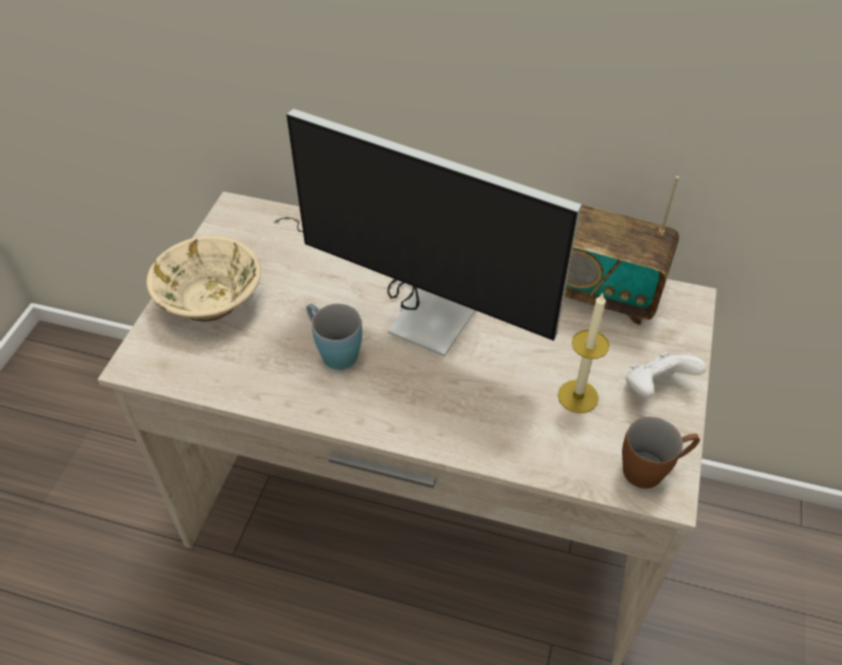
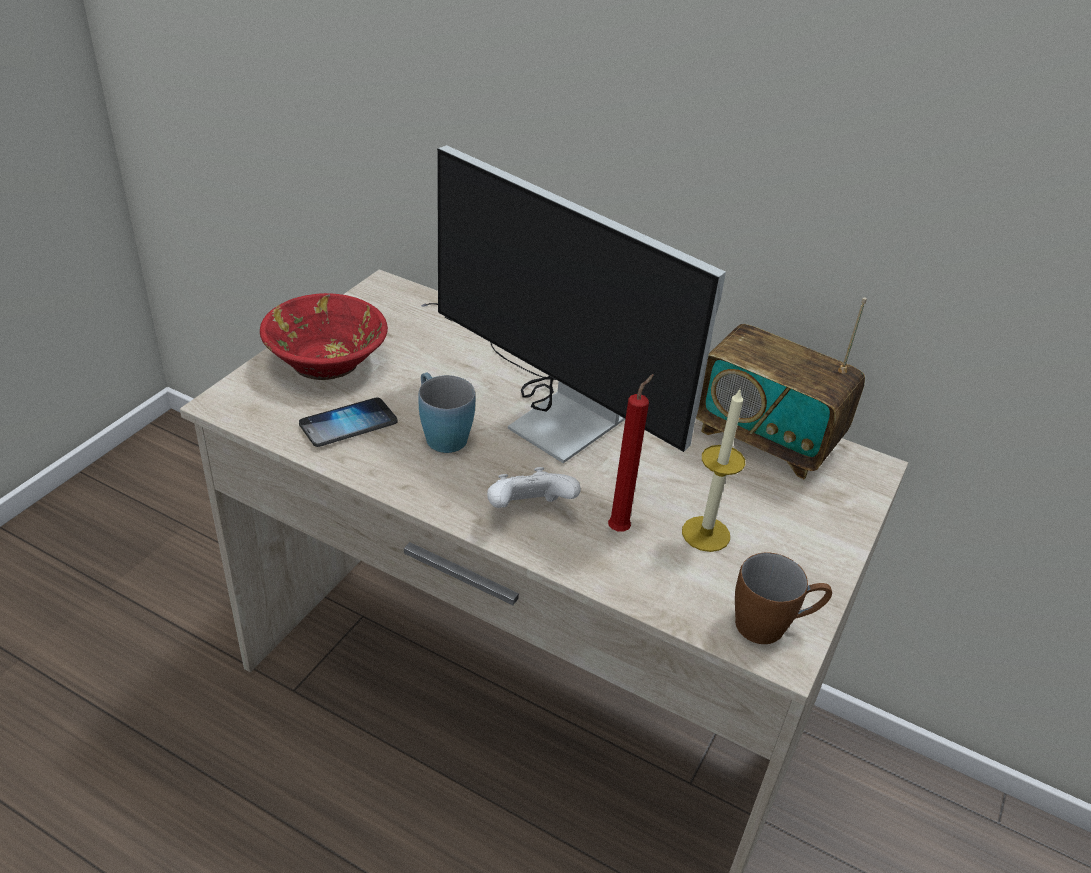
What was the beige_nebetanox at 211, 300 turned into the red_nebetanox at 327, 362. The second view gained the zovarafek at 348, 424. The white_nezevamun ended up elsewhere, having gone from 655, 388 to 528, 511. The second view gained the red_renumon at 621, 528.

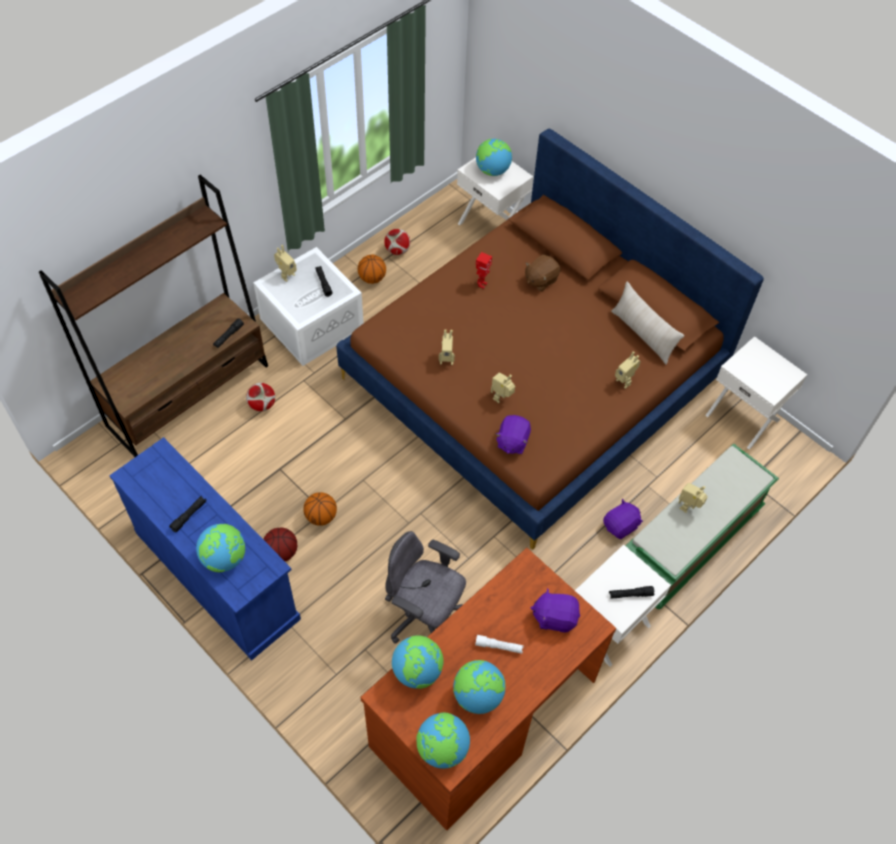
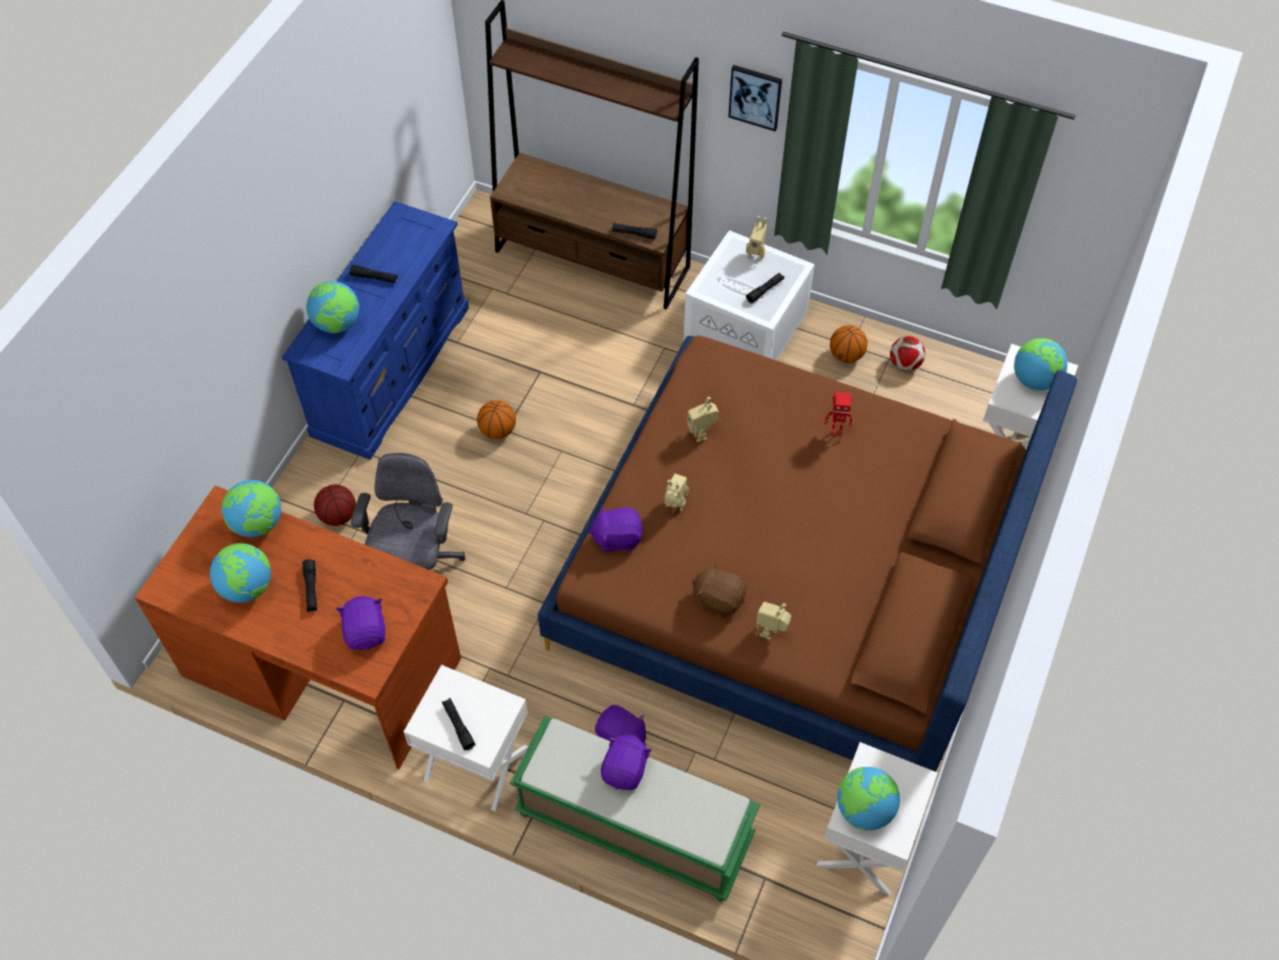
What was the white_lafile at 499, 646 turned into the black_lafile at 311, 589. The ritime ended up elsewhere, having gone from 281, 552 to 338, 515. Where the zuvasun stood at 688, 507, the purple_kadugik came to stand at 625, 770. The brown_kadugik ended up elsewhere, having gone from 540, 280 to 718, 599. The second view gained the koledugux at 755, 96. The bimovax ended up elsewhere, having gone from 442, 749 to 863, 809. The second view lost the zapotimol at 262, 405. The second view lost the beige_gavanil at 643, 334.

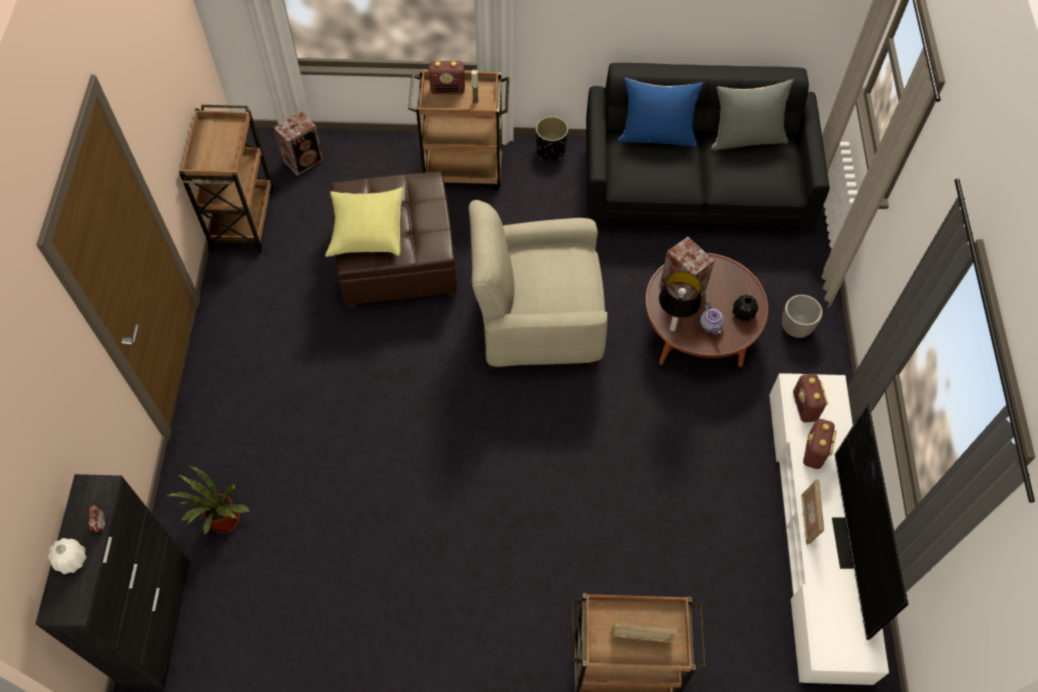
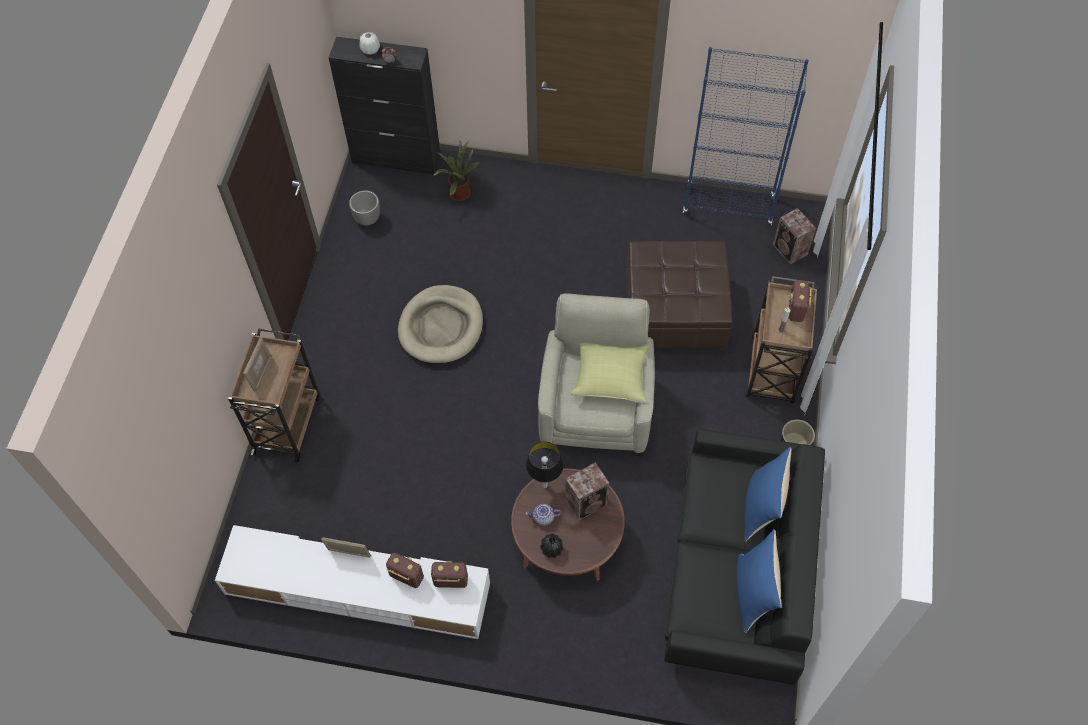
The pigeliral ended up elsewhere, having gone from 795, 328 to 368, 219. The second view gained the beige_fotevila at 441, 327. The yellow_gavanil ended up elsewhere, having gone from 366, 231 to 610, 377. Where the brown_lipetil stood at 242, 218, the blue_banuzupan came to stand at 728, 206. What was the grey_gavanil at 746, 138 turned into the blue_gavanil at 753, 593. The second view lost the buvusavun at 850, 543.

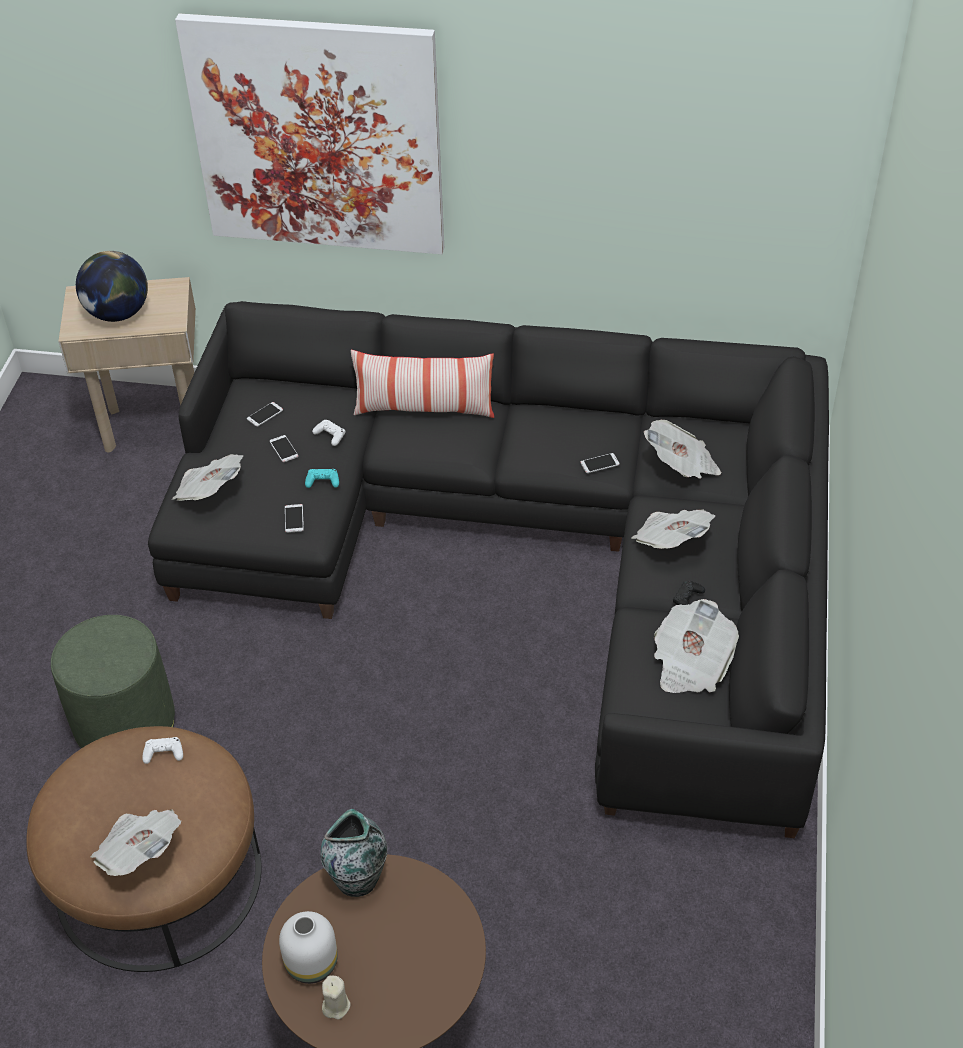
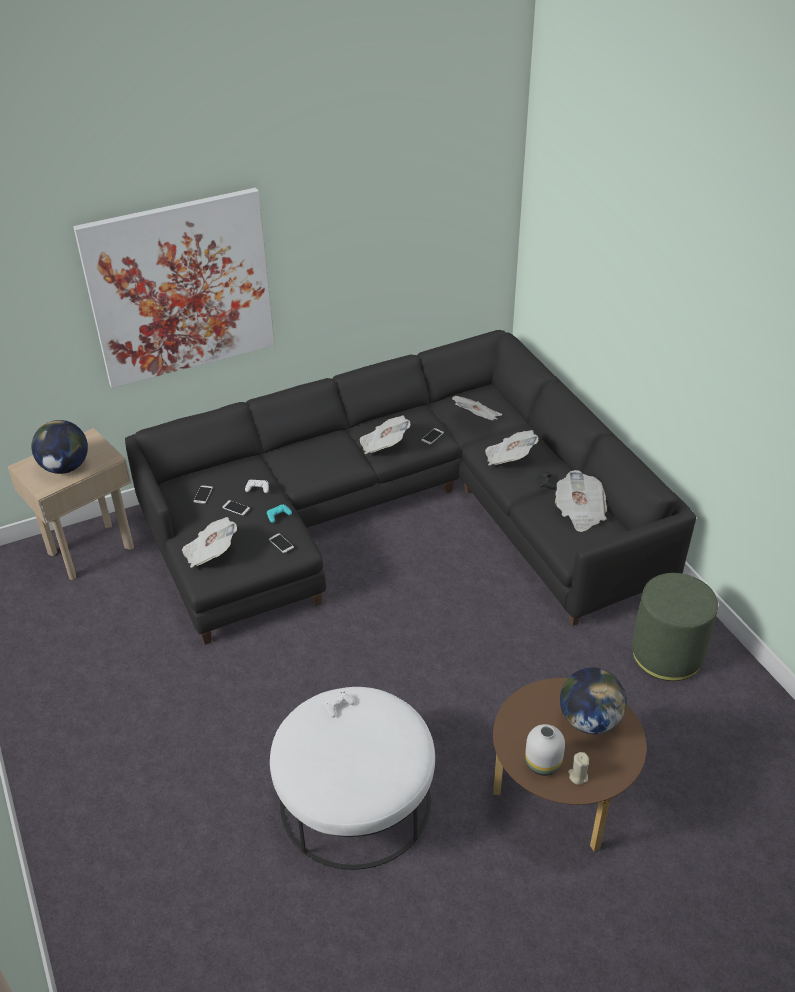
What was the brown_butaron at 158, 877 turned into the white_butaron at 355, 800. The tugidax ended up elsewhere, having gone from 140, 852 to 383, 445. The second view gained the bimovax at 589, 720. The green_butaron ended up elsewhere, having gone from 125, 724 to 667, 653. The second view lost the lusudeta at 358, 878. The second view lost the gavanil at 424, 409.

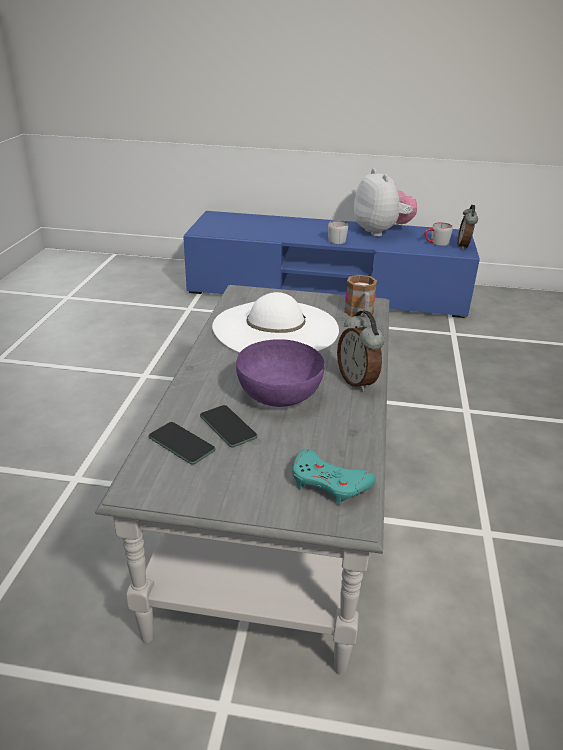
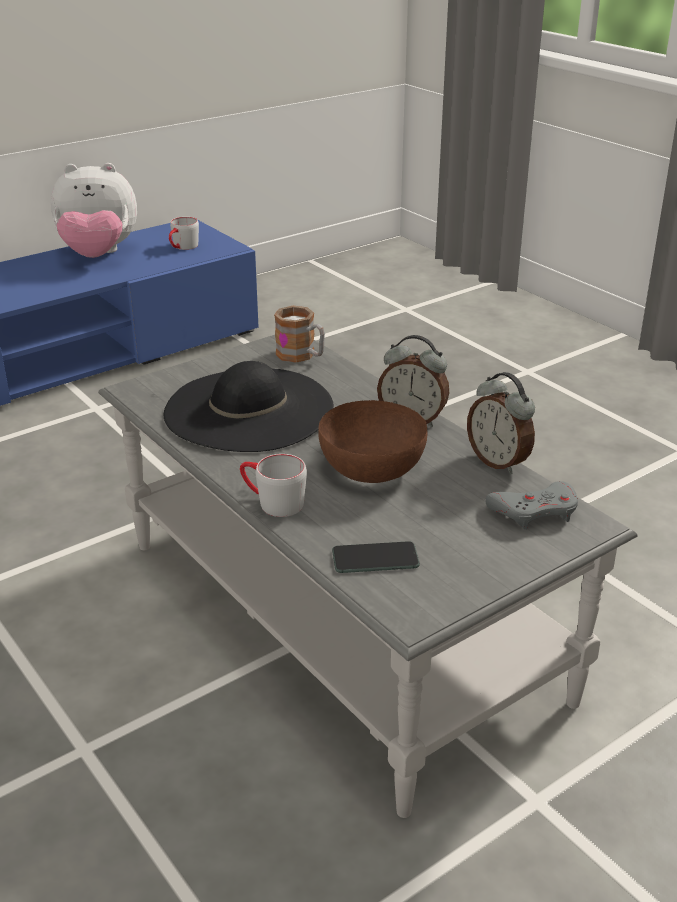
The kadugik at 381, 232 ended up facing another way, 150 degrees clockwise from before. What was the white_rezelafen at 275, 328 turned into the black_rezelafen at 249, 409. The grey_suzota ended up elsewhere, having gone from 335, 239 to 272, 502. What was the purple_nebetanox at 280, 394 turned into the brown_nebetanox at 372, 467. The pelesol ended up elsewhere, having gone from 464, 246 to 498, 462. What was the turquoise_nezevamun at 329, 482 turned into the grey_nezevamun at 535, 511. The second view lost the zovarafek at 228, 426.

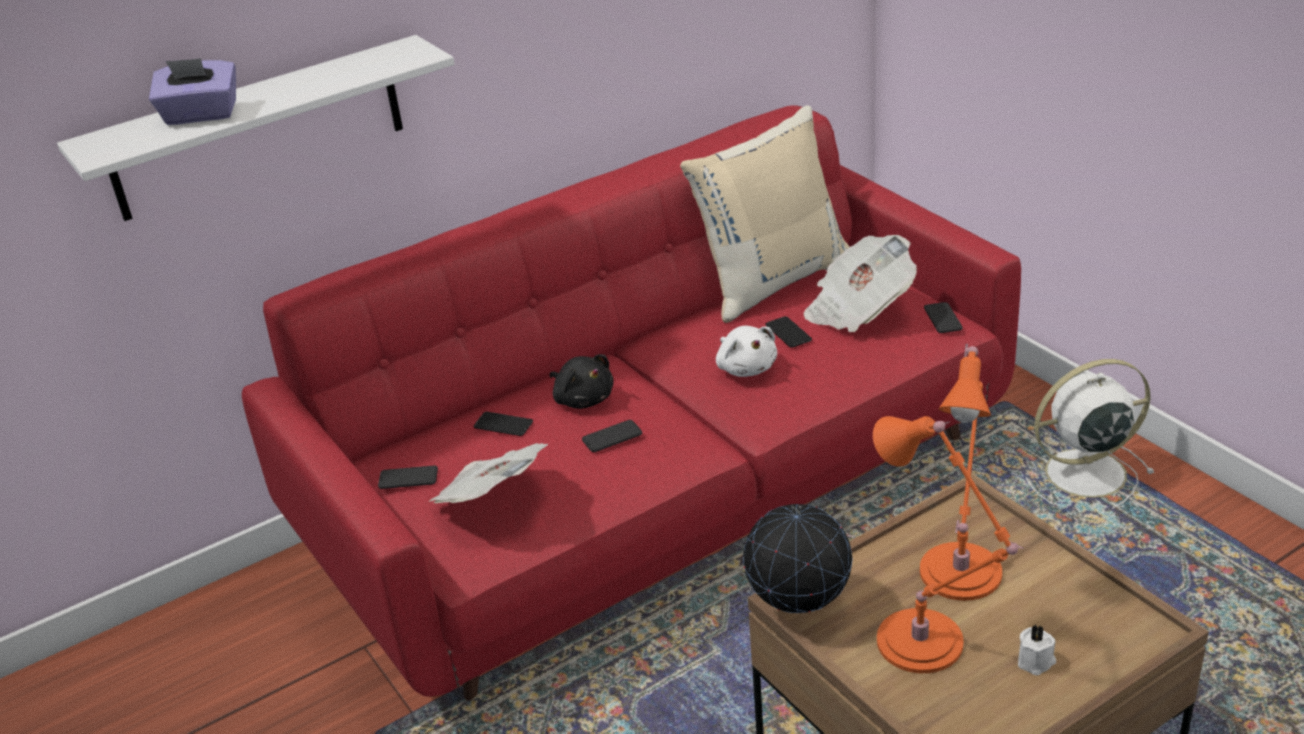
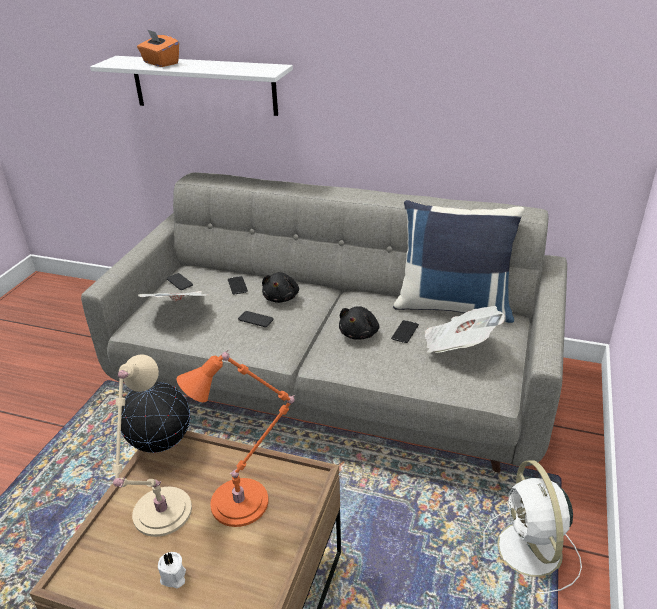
What was the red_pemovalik at 663, 494 turned into the grey_pemovalik at 332, 381. What was the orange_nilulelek at 926, 645 turned into the beige_nilulelek at 160, 516. What was the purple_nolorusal at 201, 115 turned into the orange_nolorusal at 160, 63. What was the white_kadugik at 746, 367 turned into the black_kadugik at 360, 333. What was the beige_gavanil at 772, 280 turned into the blue_gavanil at 453, 305. The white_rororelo at 1081, 475 ended up facing another way, 135 degrees counterclockwise from before. The second view lost the zovarafek at 942, 318.

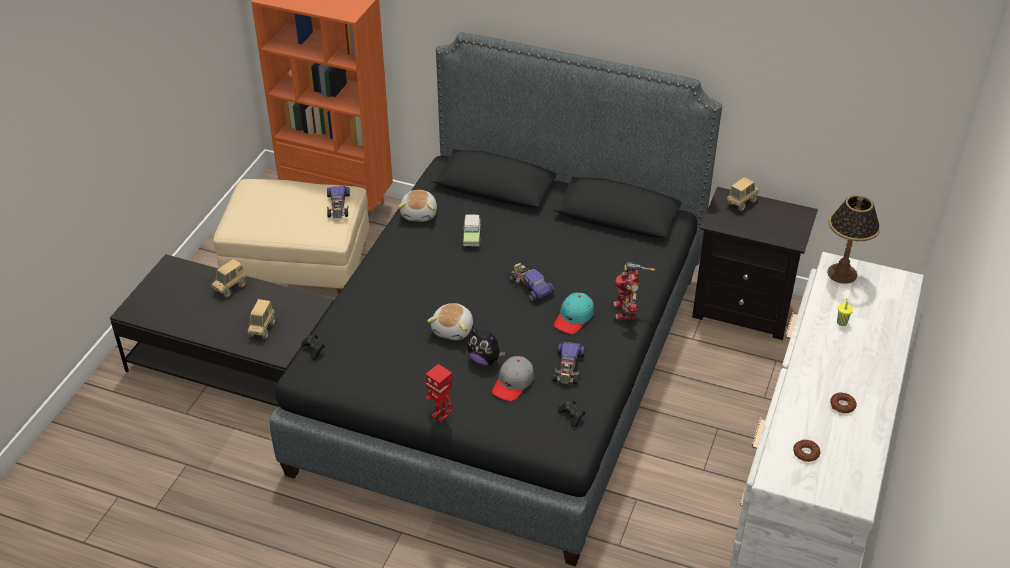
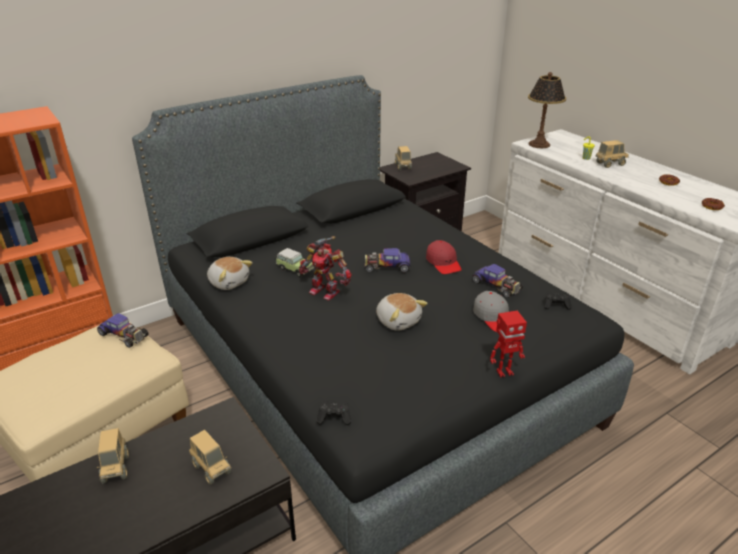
The zuvasun ended up elsewhere, having gone from 626, 310 to 325, 291. What was the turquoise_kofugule at 574, 318 turned into the red_kofugule at 443, 263. The second view gained the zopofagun at 610, 164. The second view lost the kadugik at 485, 359.

